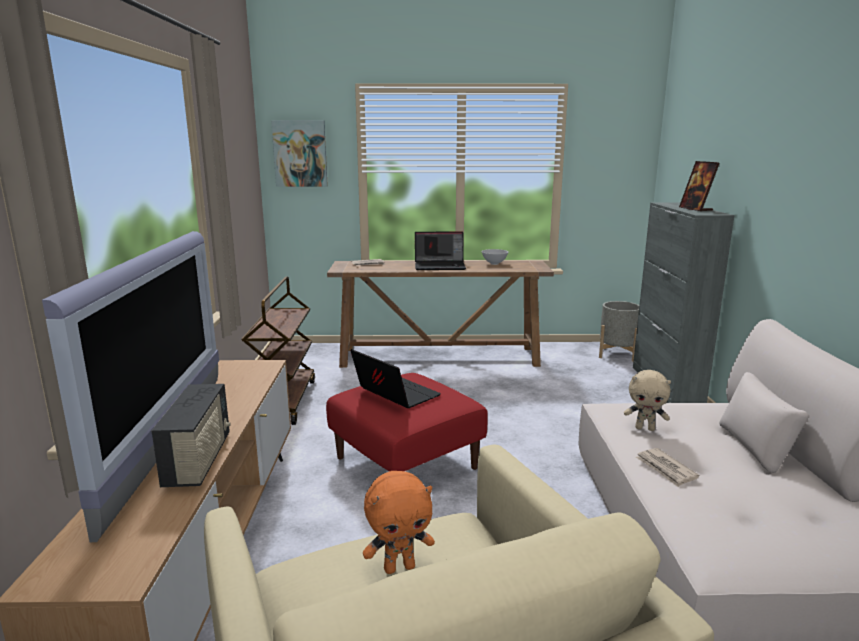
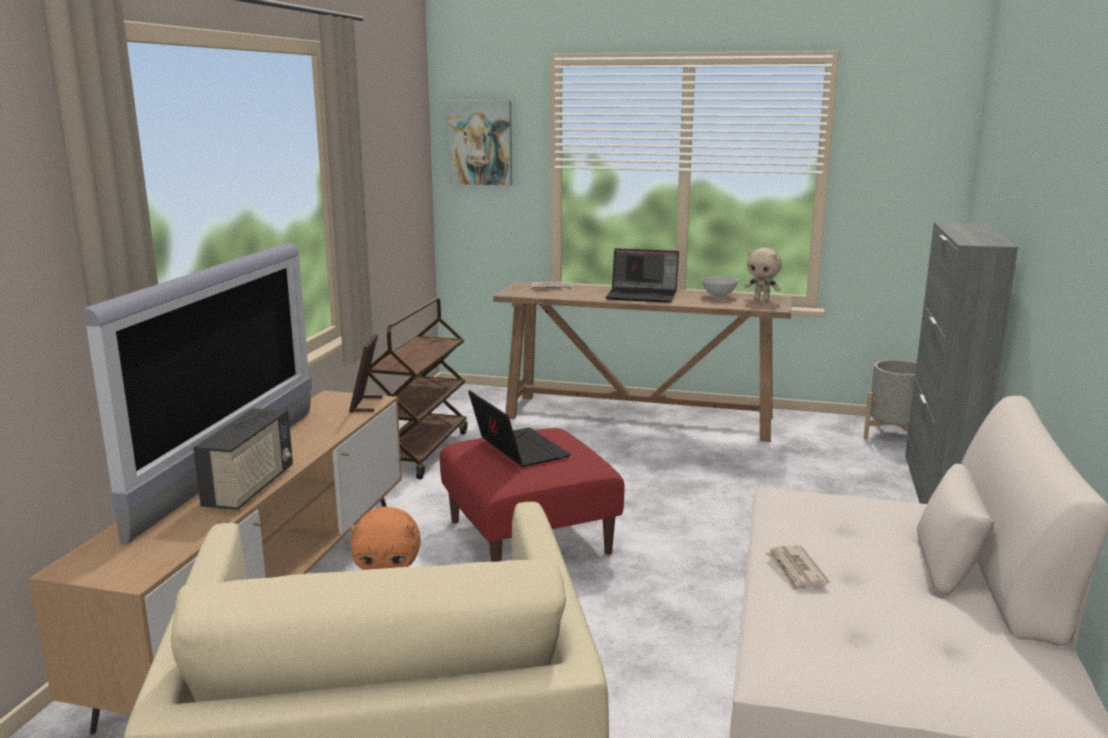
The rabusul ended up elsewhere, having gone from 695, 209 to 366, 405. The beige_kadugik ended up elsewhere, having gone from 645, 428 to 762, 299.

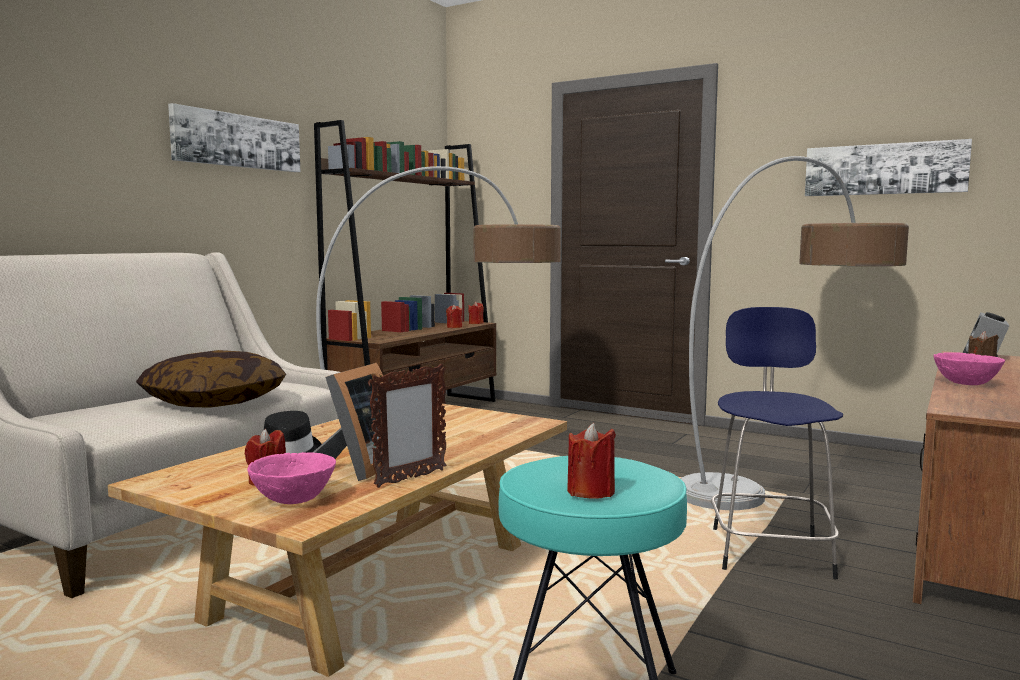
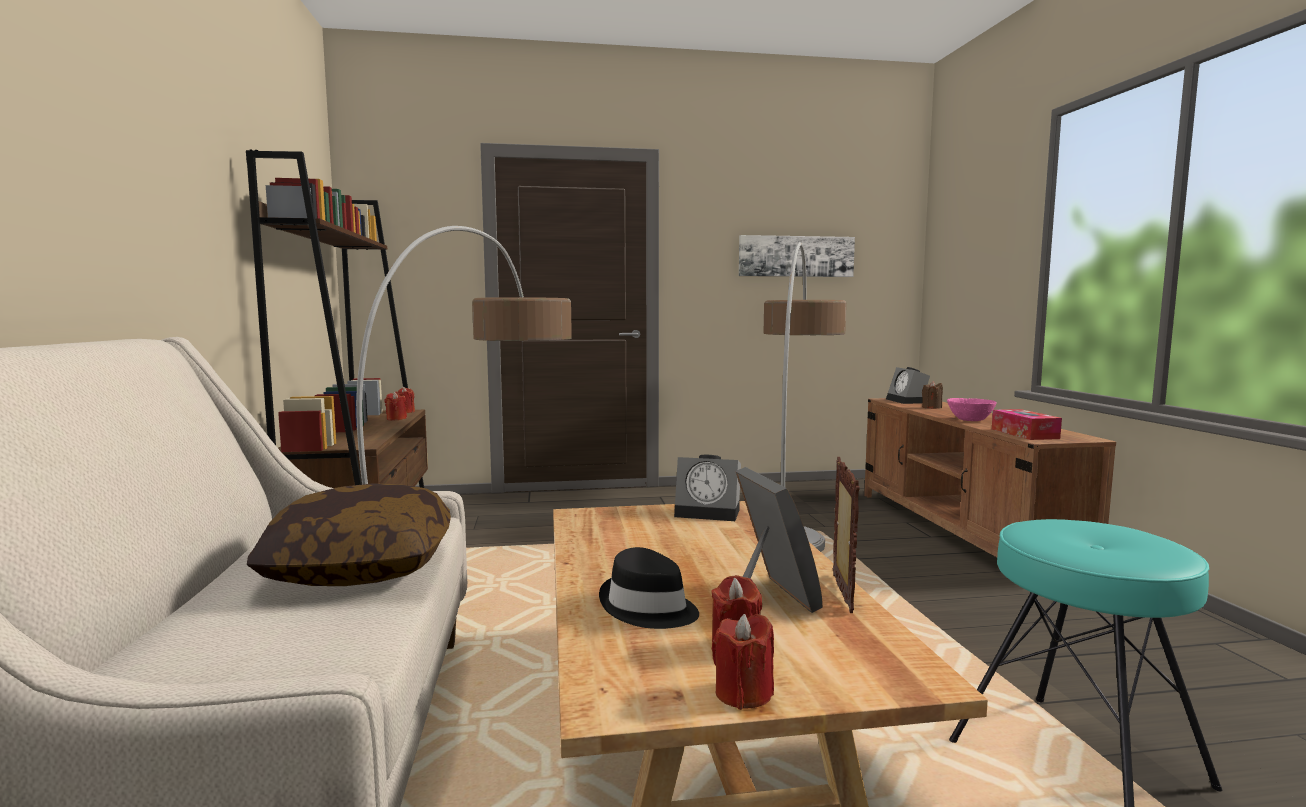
The second view gained the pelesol at 710, 512. The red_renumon ended up elsewhere, having gone from 591, 492 to 743, 694. The second view gained the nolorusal at 1024, 434. The second view lost the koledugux at 237, 141. The second view lost the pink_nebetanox at 293, 499. The second view lost the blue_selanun at 770, 550.

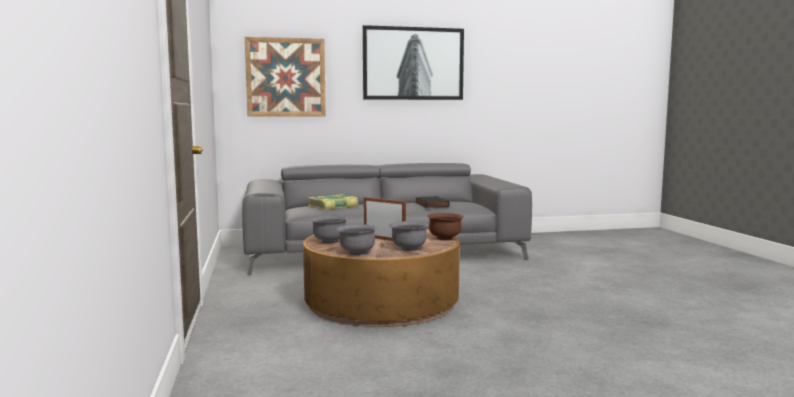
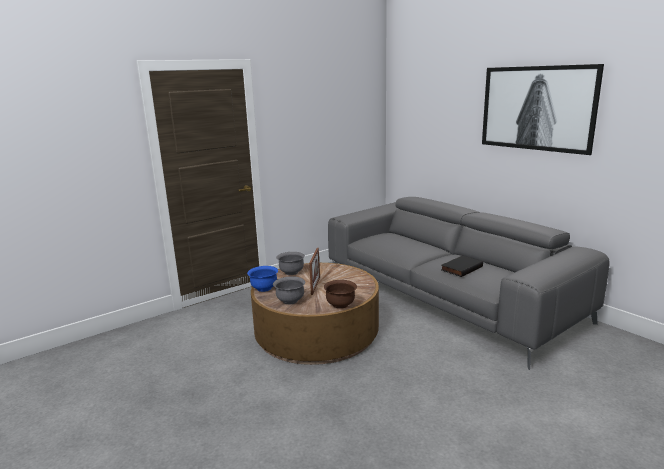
What was the grey_nebetanox at 357, 253 turned into the blue_nebetanox at 264, 288. The second view lost the koledugux at 286, 77. The second view lost the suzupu at 333, 206.

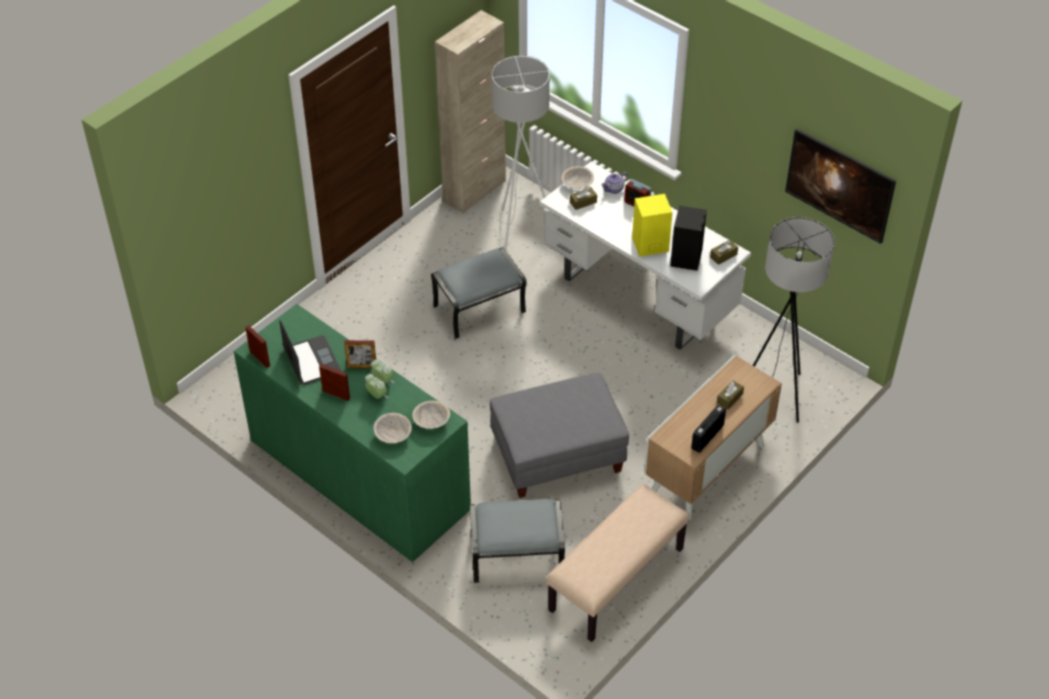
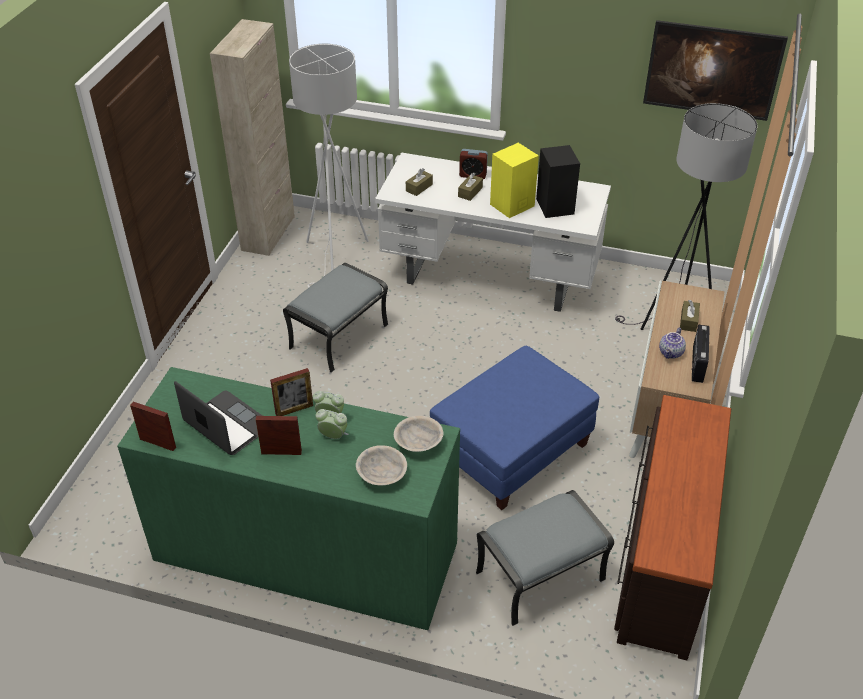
What was the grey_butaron at 558, 455 turned into the blue_butaron at 511, 451. The brown_nolorusal ended up elsewhere, having gone from 723, 256 to 470, 192. Where the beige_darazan stood at 617, 580, the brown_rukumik came to stand at 662, 560. The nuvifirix ended up elsewhere, having gone from 614, 189 to 671, 353. The second view lost the beige_nebetanox at 577, 184.

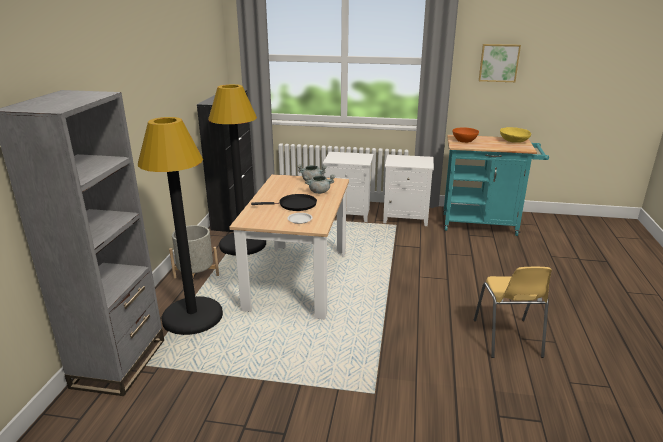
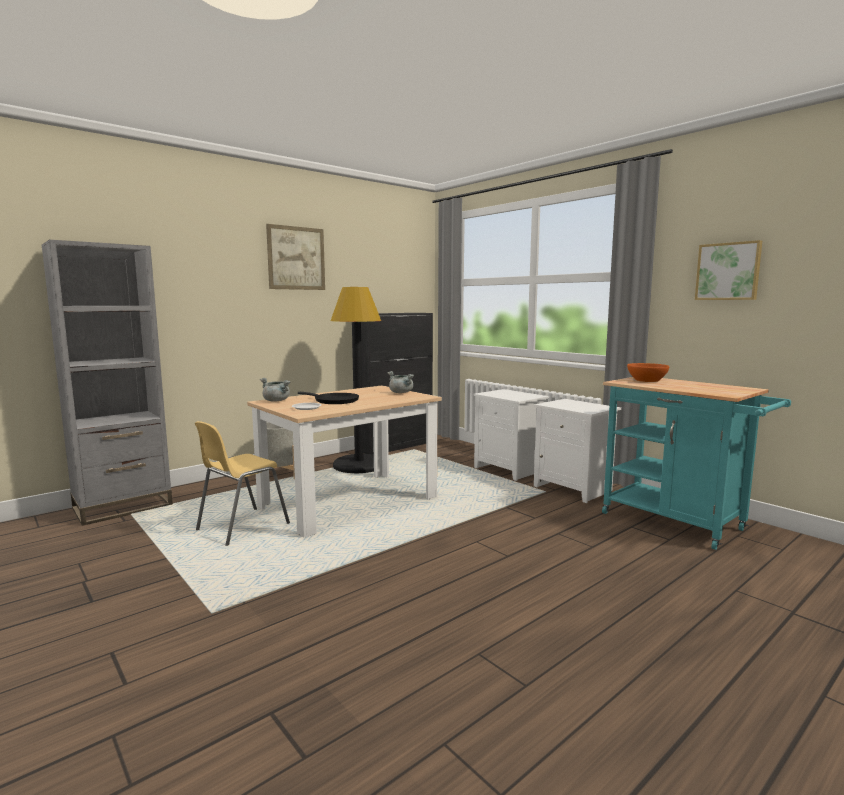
The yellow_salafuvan ended up elsewhere, having gone from 507, 338 to 241, 527. The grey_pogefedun ended up elsewhere, having gone from 319, 192 to 277, 401. The second view gained the koledugux at 296, 258. The second view lost the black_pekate at 193, 317. The second view lost the yellow_nebetanox at 514, 141.

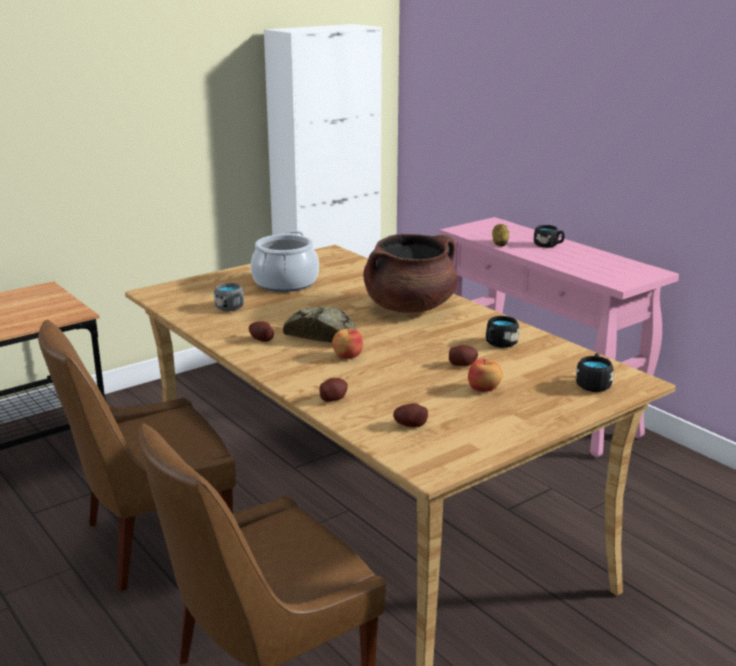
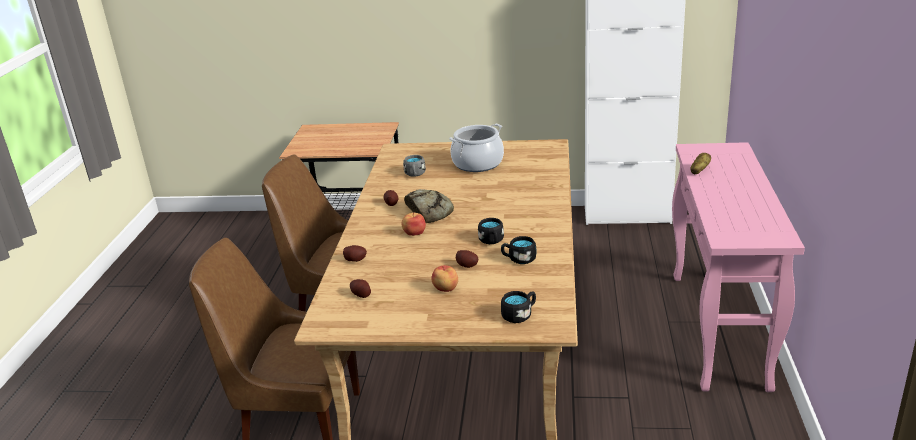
The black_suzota ended up elsewhere, having gone from 548, 245 to 492, 241. The second view lost the brown_pogefedun at 409, 307.

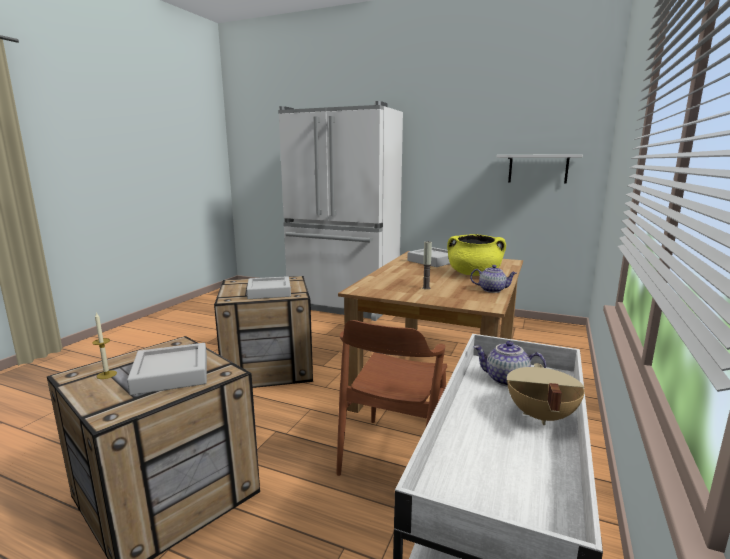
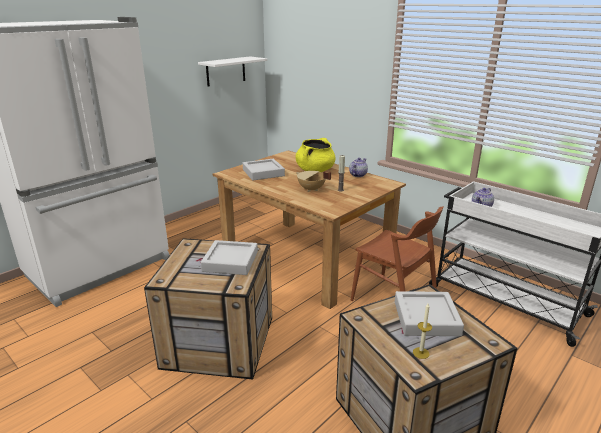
The beige_pogefedun ended up elsewhere, having gone from 539, 416 to 311, 189.

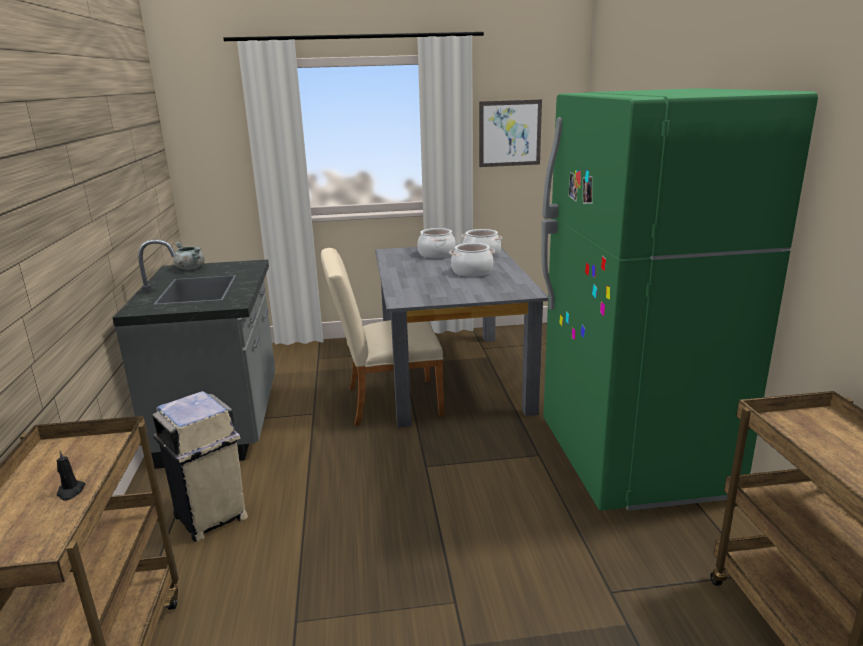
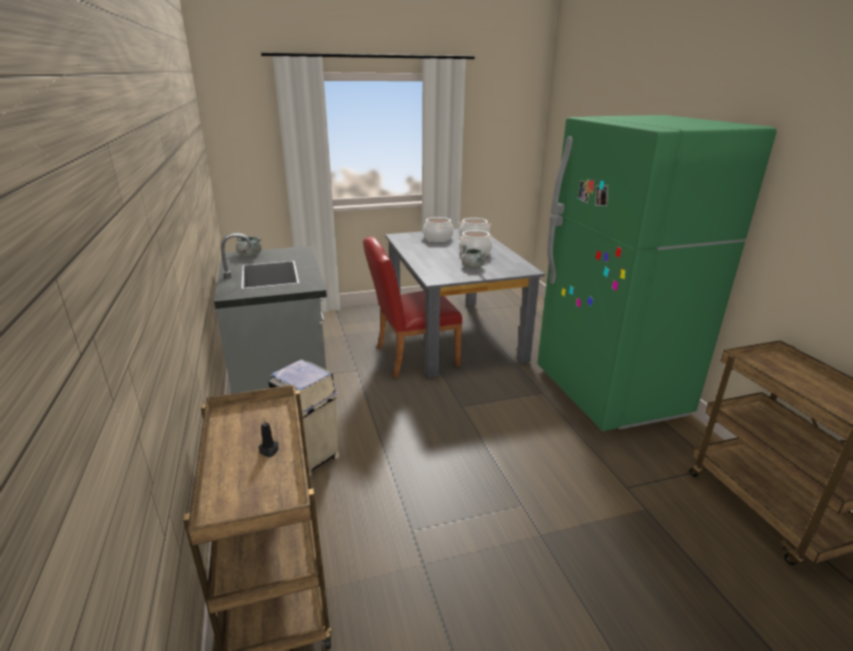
What was the beige_salafuvan at 386, 401 turned into the red_salafuvan at 410, 357. The second view gained the grey_pogefedun at 473, 267. The second view lost the koledugux at 510, 133.

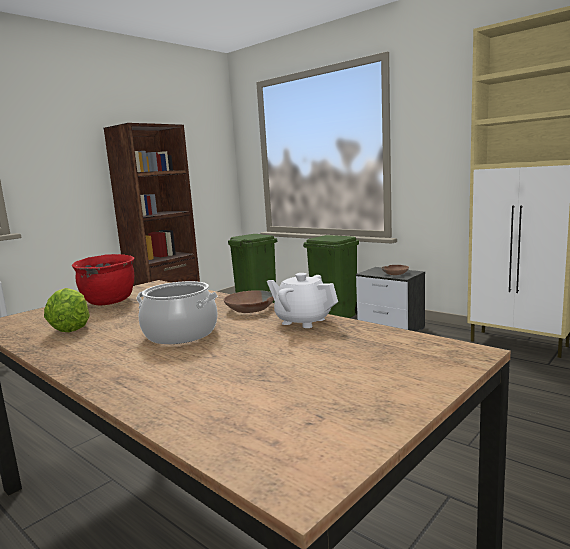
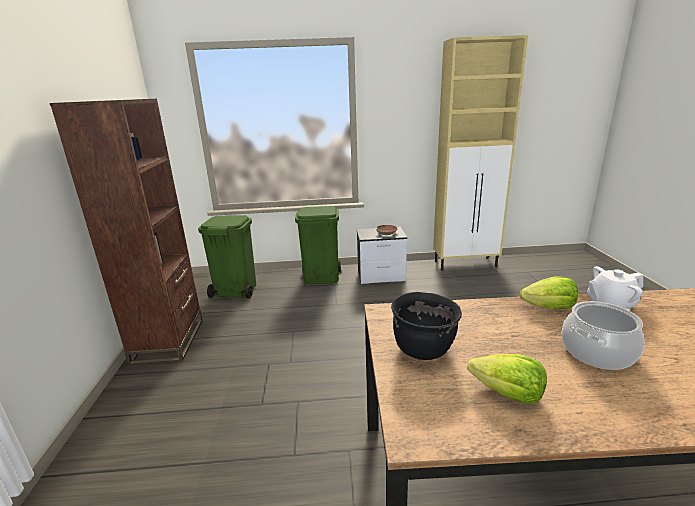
What was the red_pogefedun at 109, 302 turned into the black_pogefedun at 423, 349. Where the brown_nebetanox stood at 249, 309, the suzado came to stand at 549, 307.

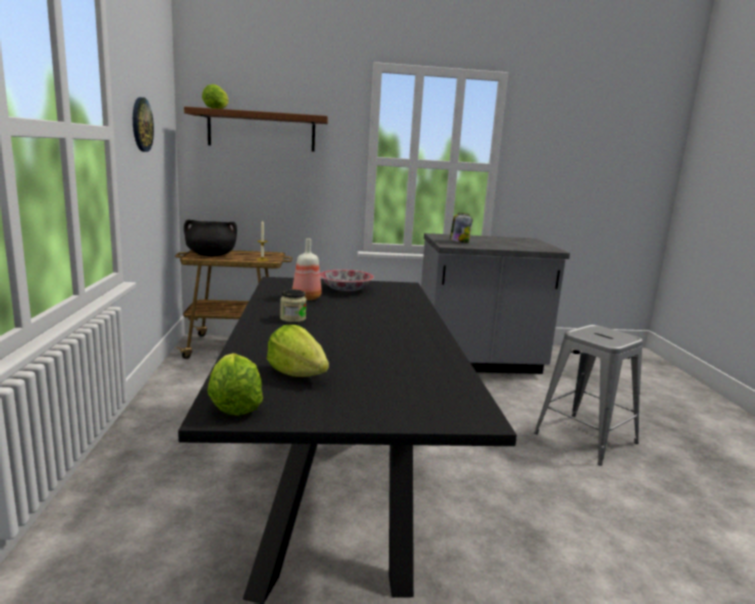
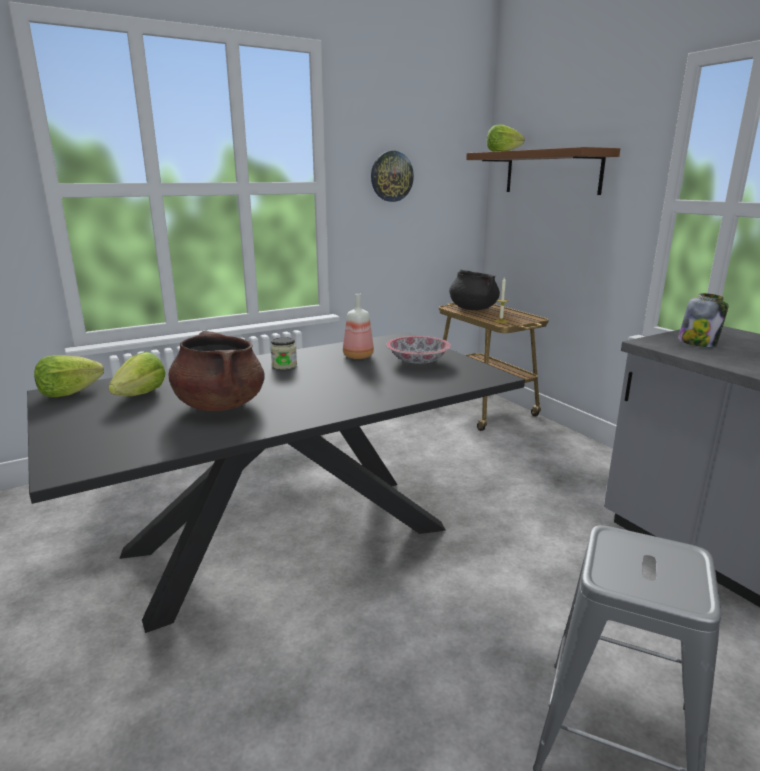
The second view gained the brown_pogefedun at 220, 405.

